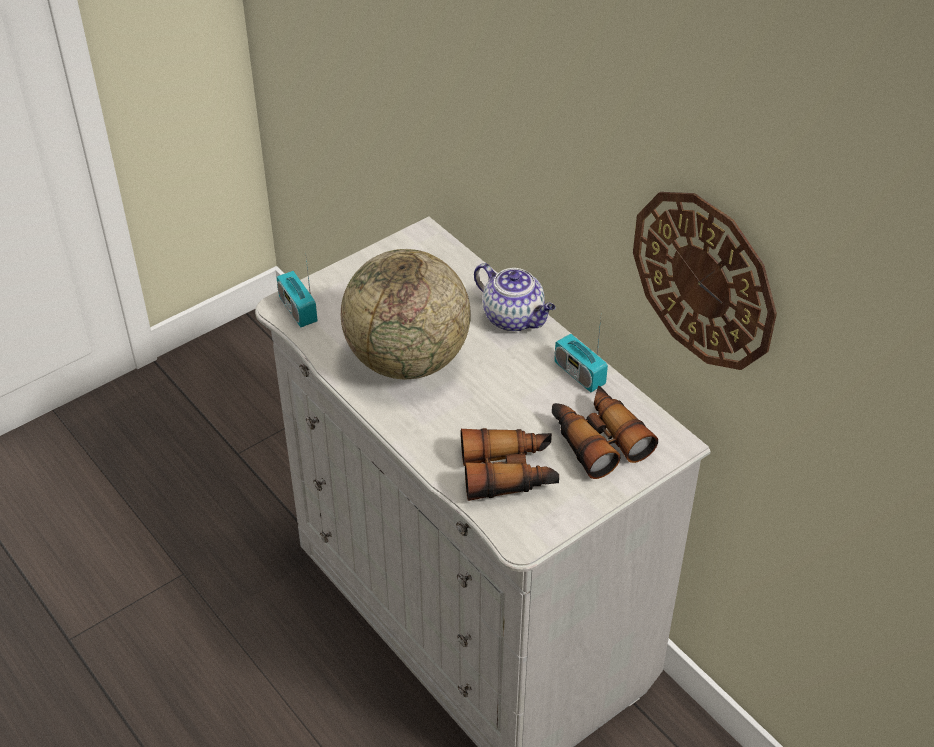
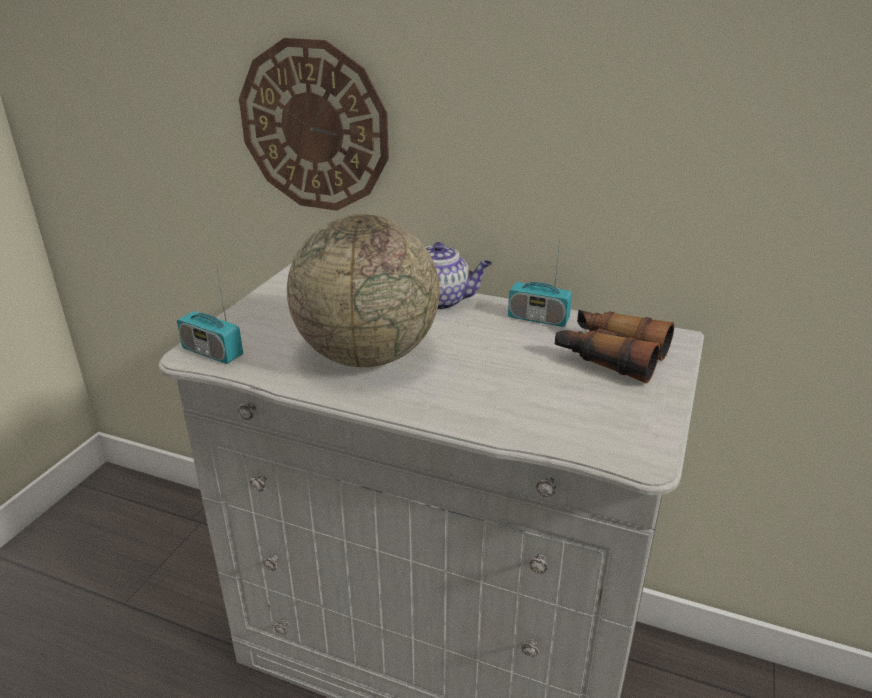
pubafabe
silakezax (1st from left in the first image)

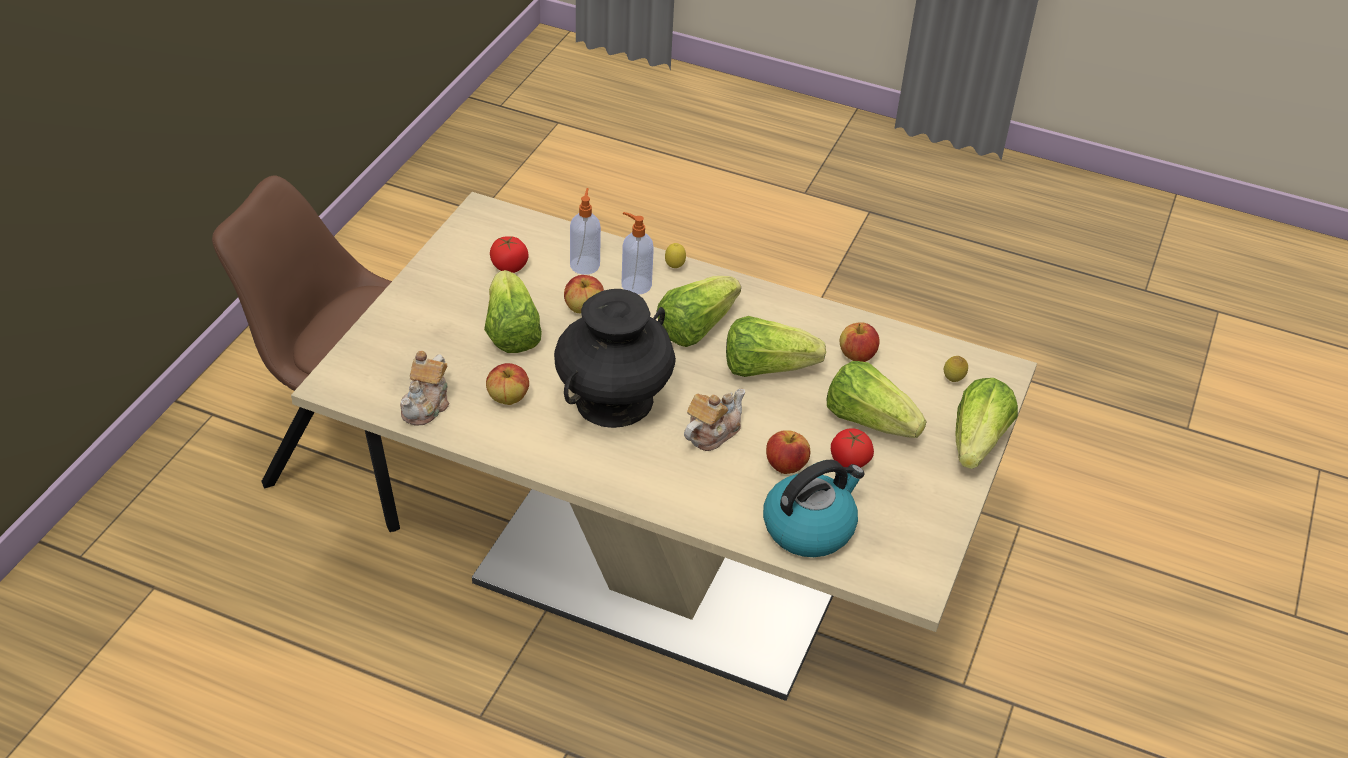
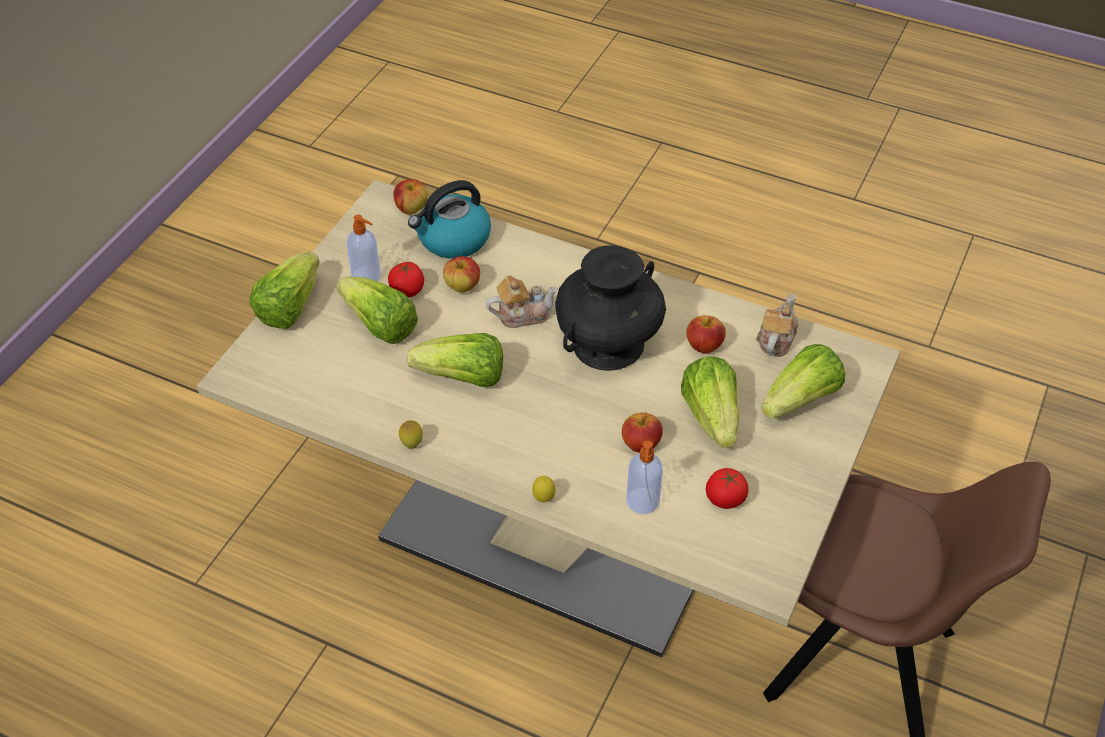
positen (1st from left)
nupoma (5th from left)
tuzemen (1st from left)
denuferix (1st from left)
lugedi (1st from left)

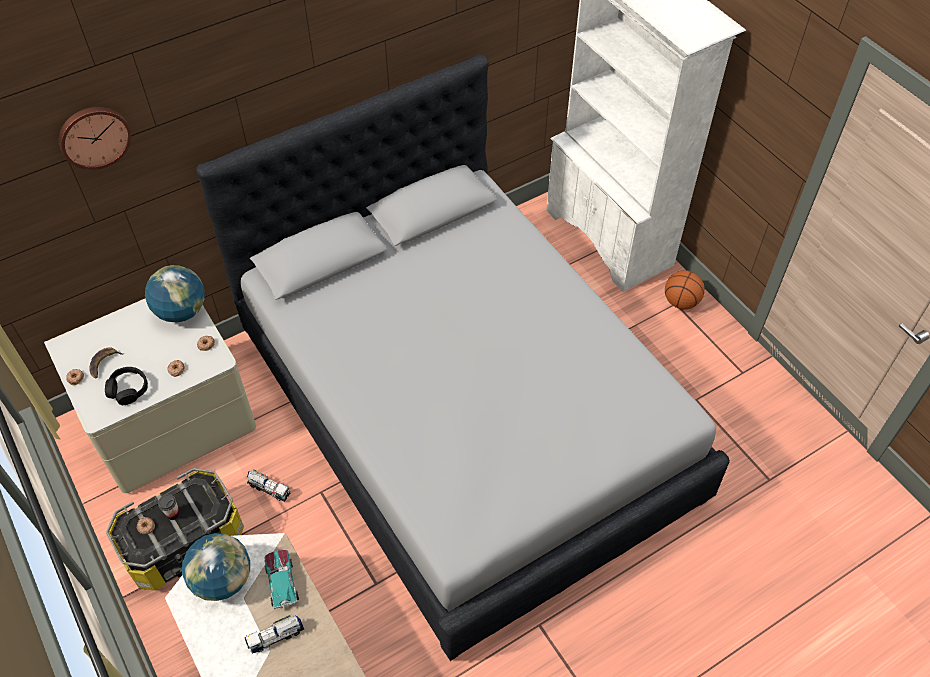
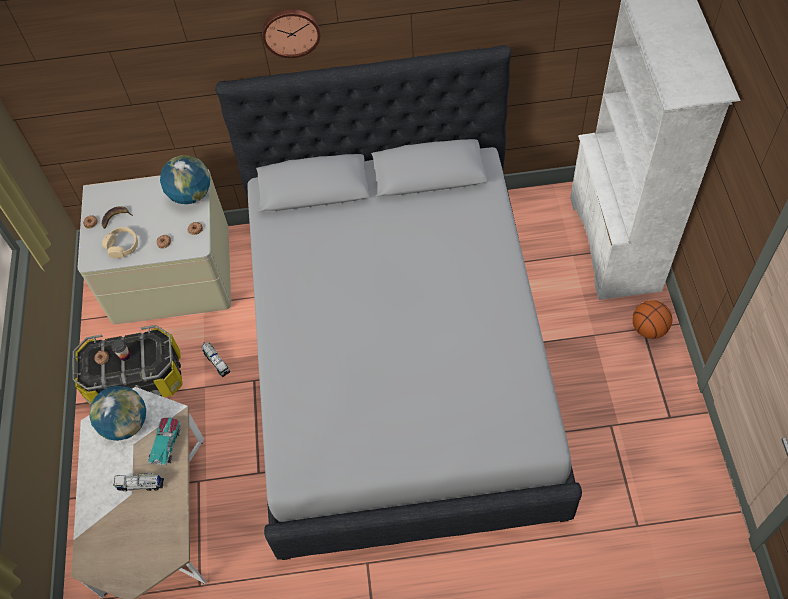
pubafabe
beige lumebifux

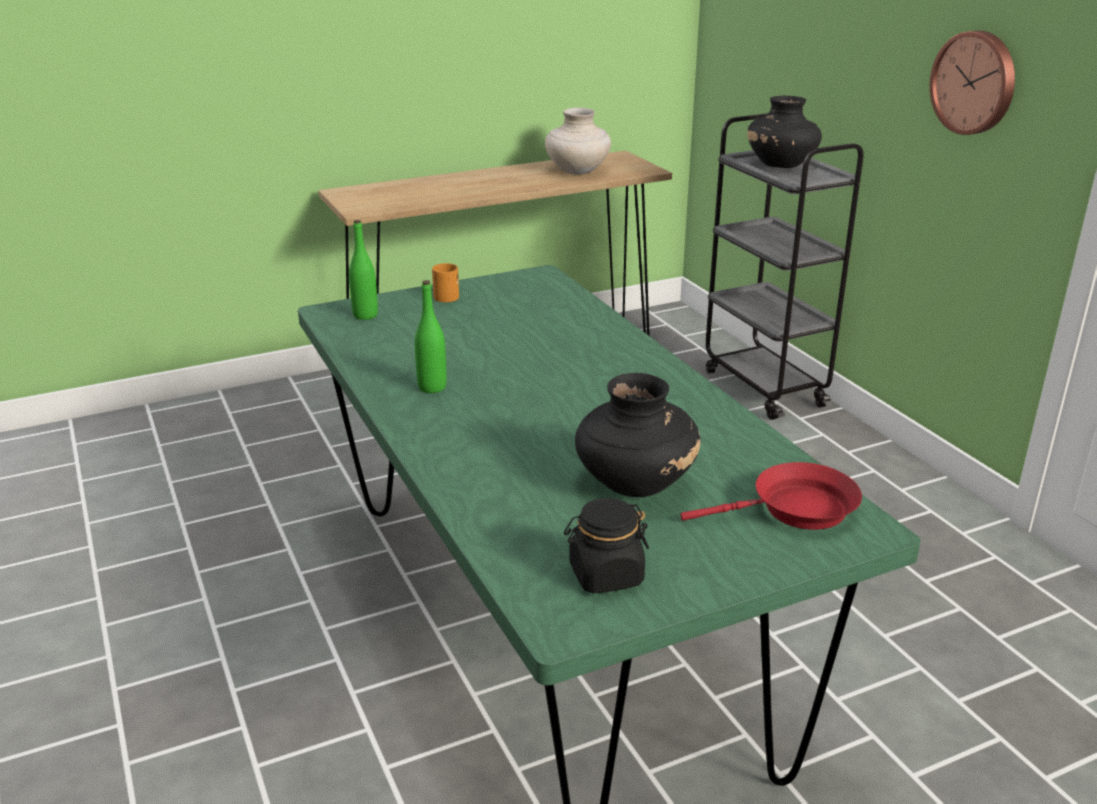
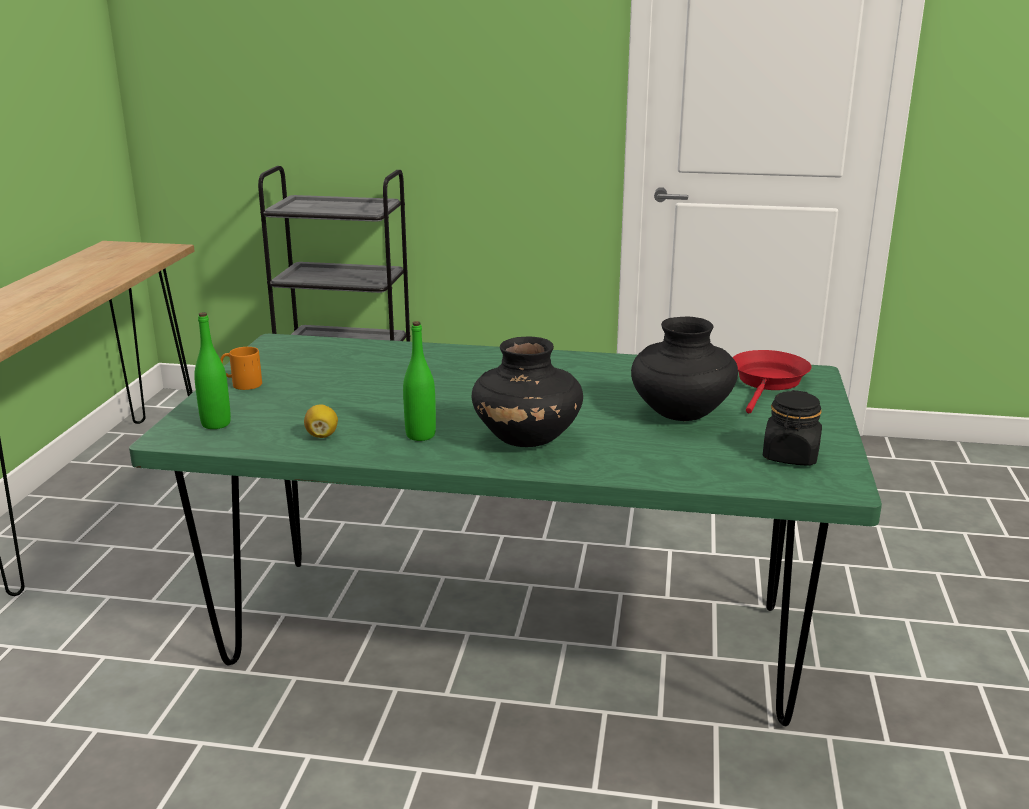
pubafabe
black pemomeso (1st from left)
beige pemomeso
denuferix

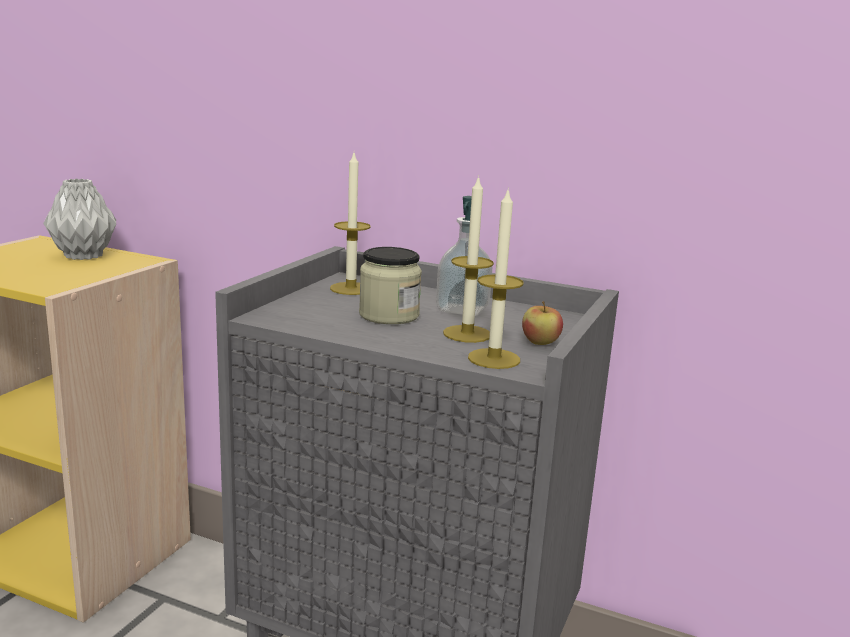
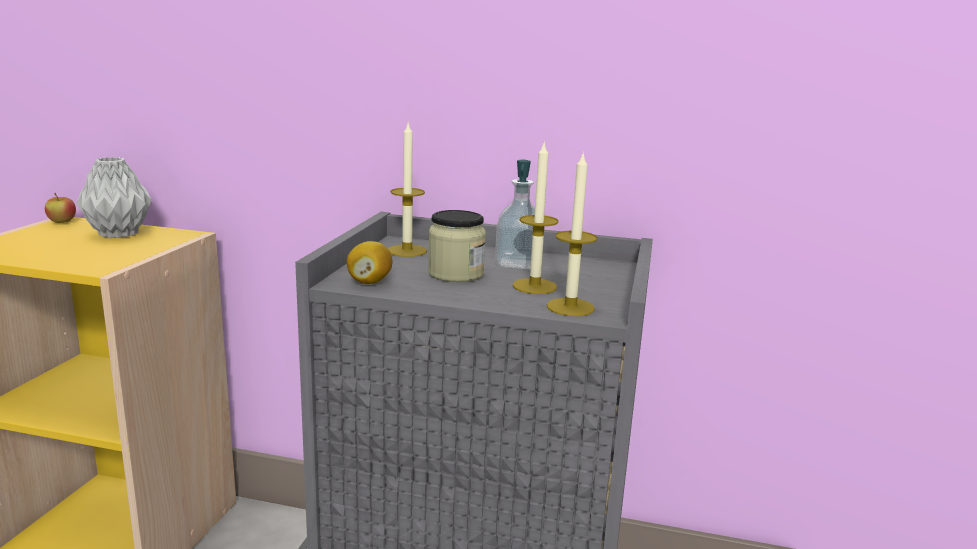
tuzemen
denuferix

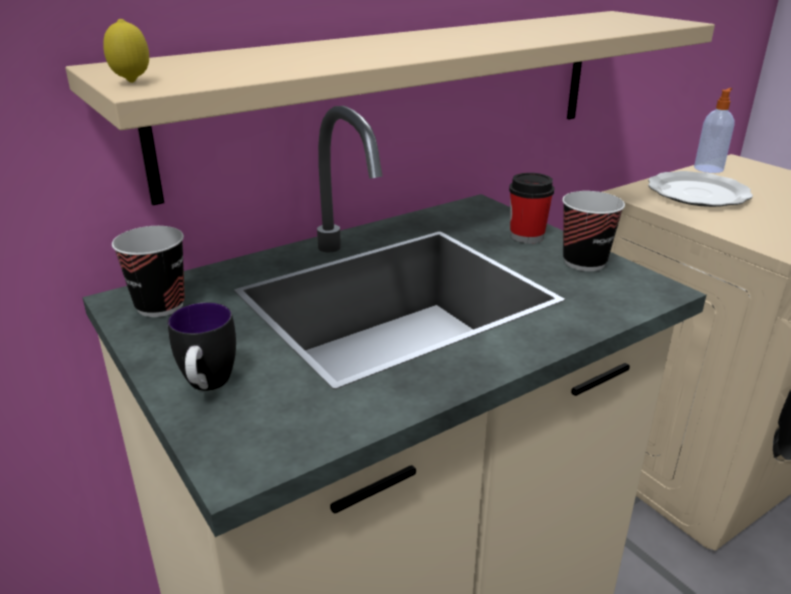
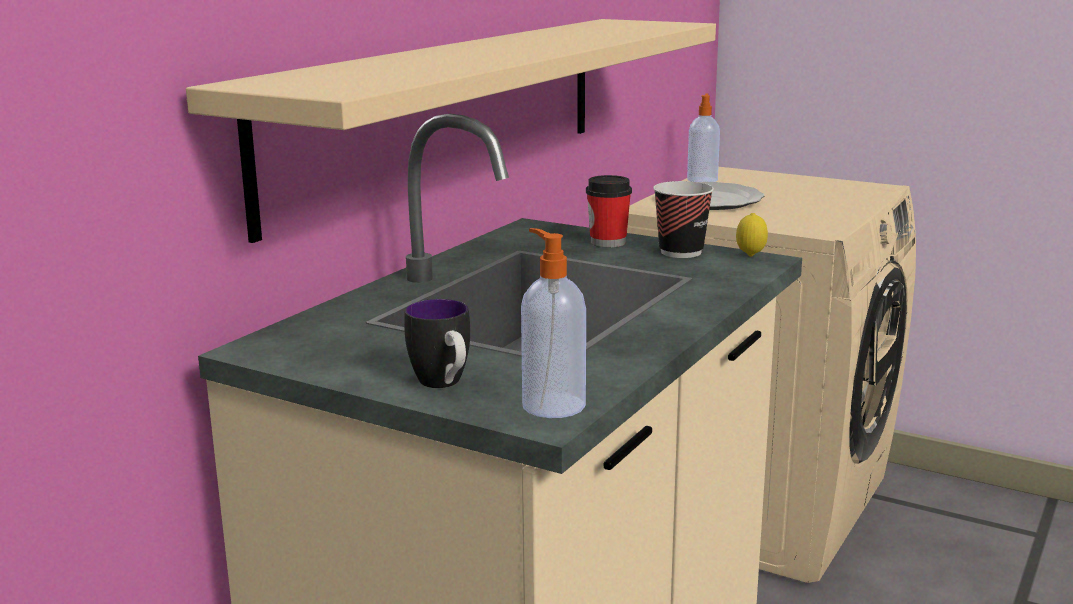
denuferix
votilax (1st from left in the first image)
positen (1st from left)

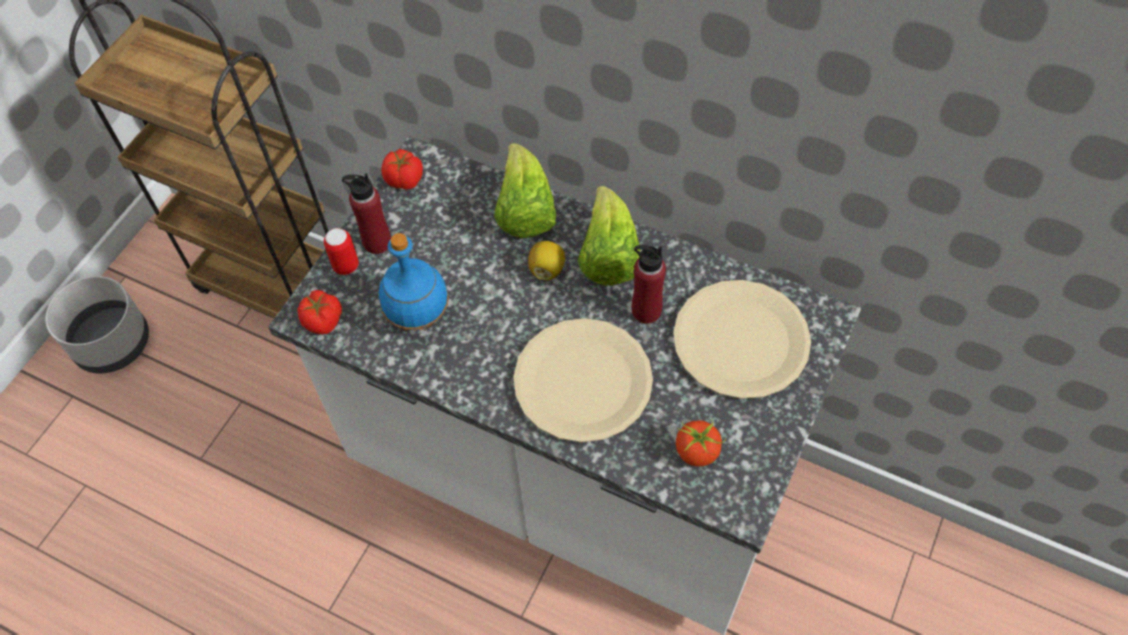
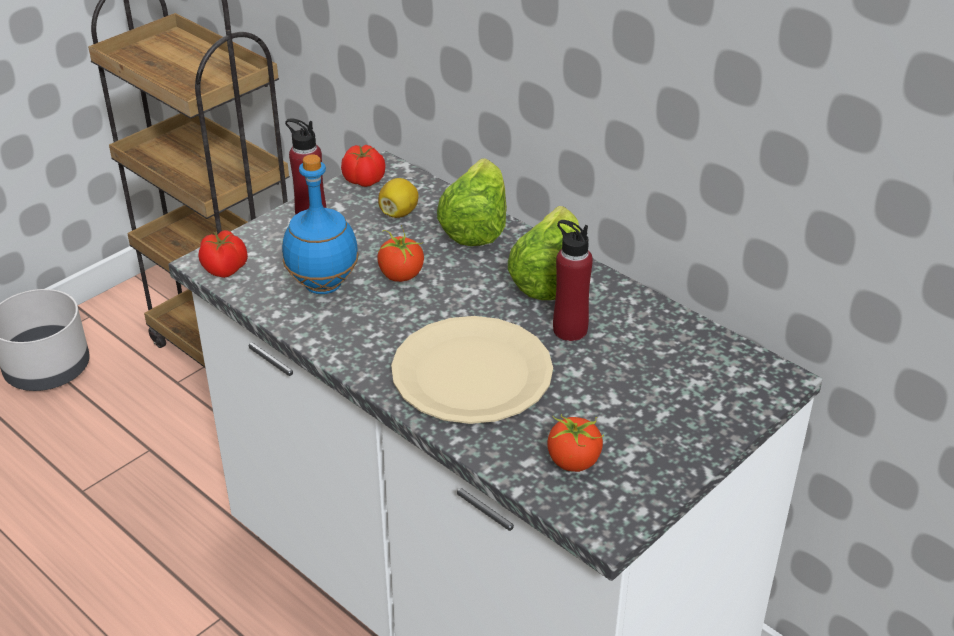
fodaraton
denuferix
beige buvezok (2nd from left in the first image)
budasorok (3rd from left)

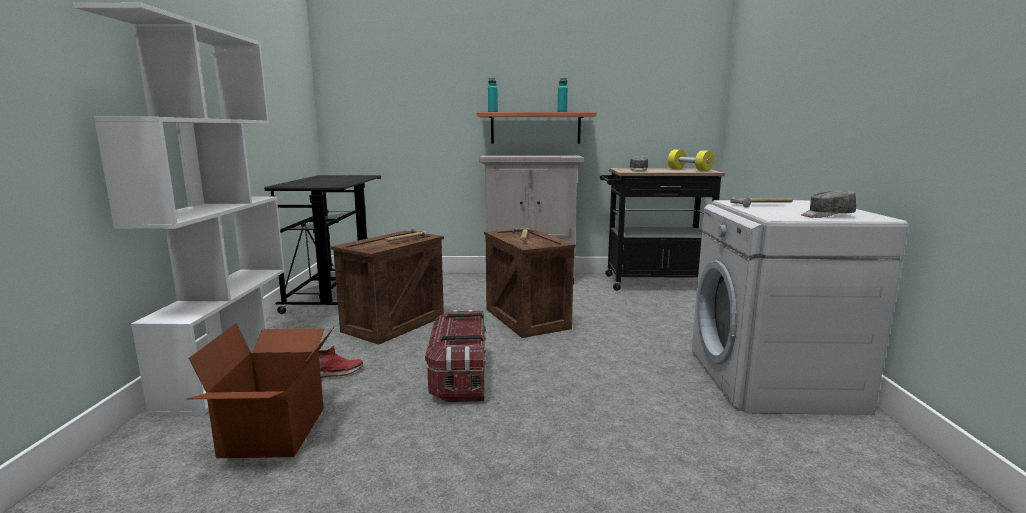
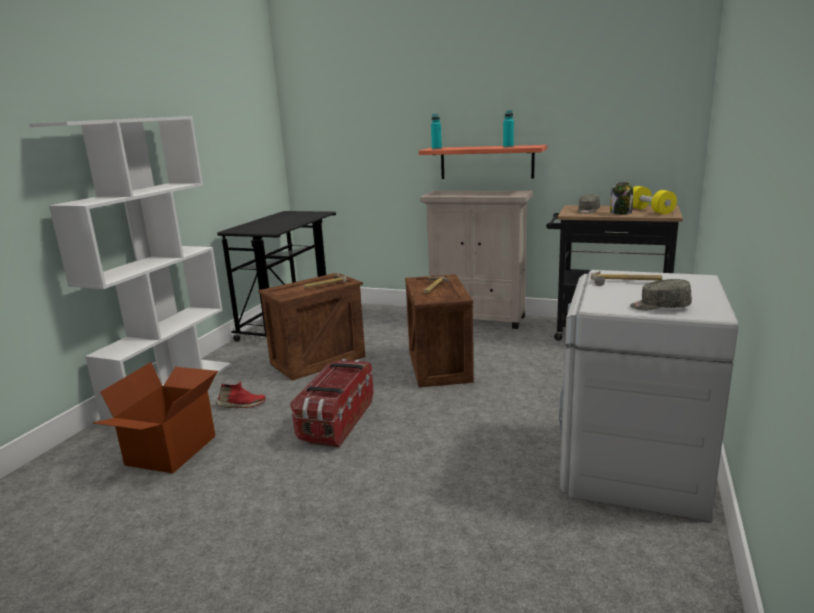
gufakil

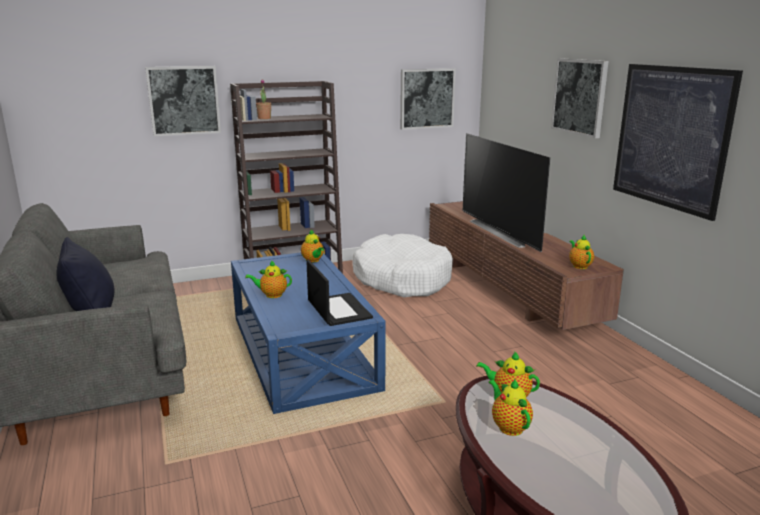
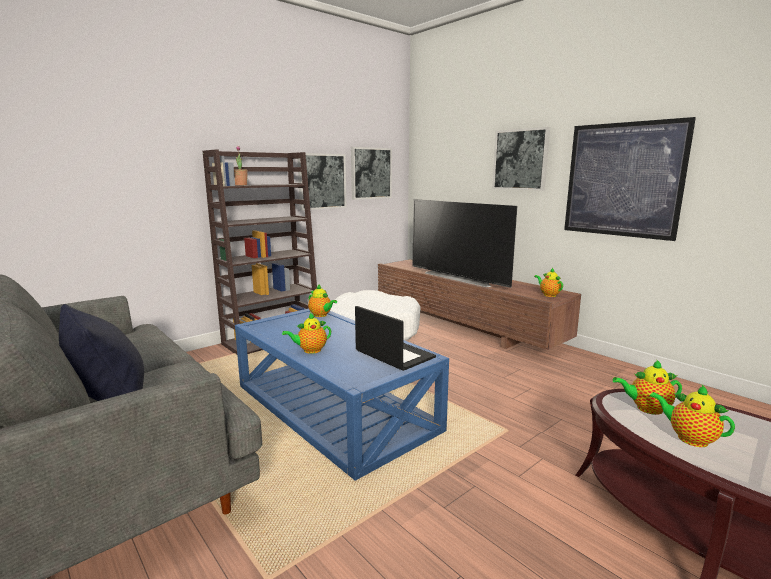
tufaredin (1st from left)

